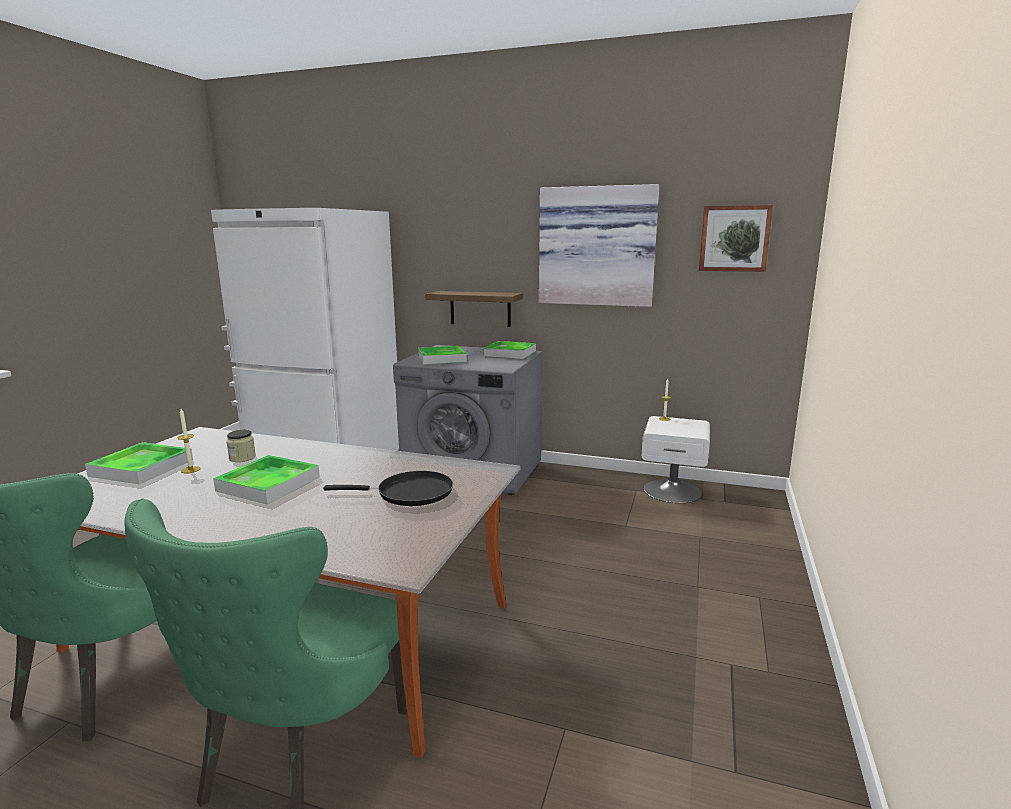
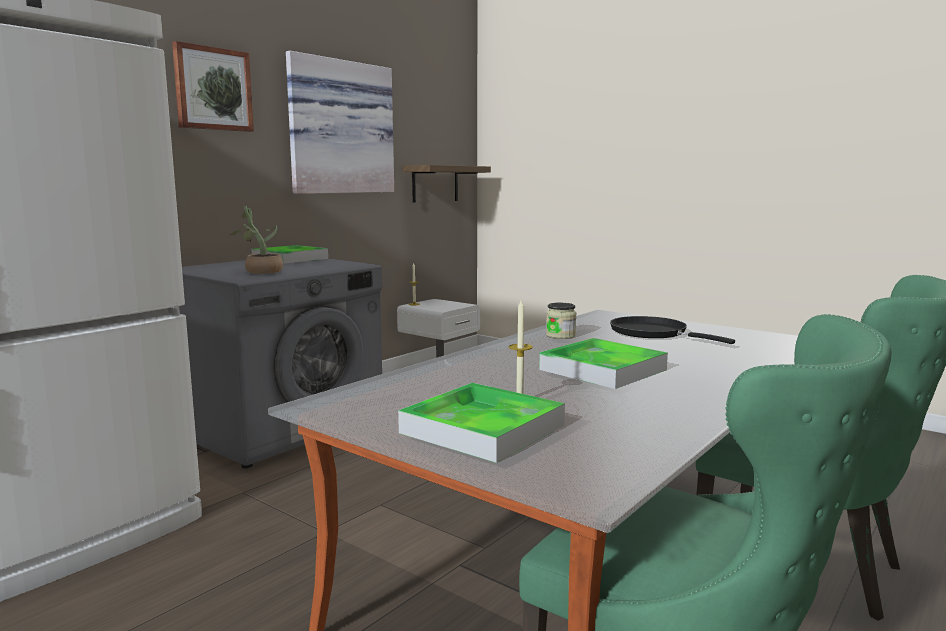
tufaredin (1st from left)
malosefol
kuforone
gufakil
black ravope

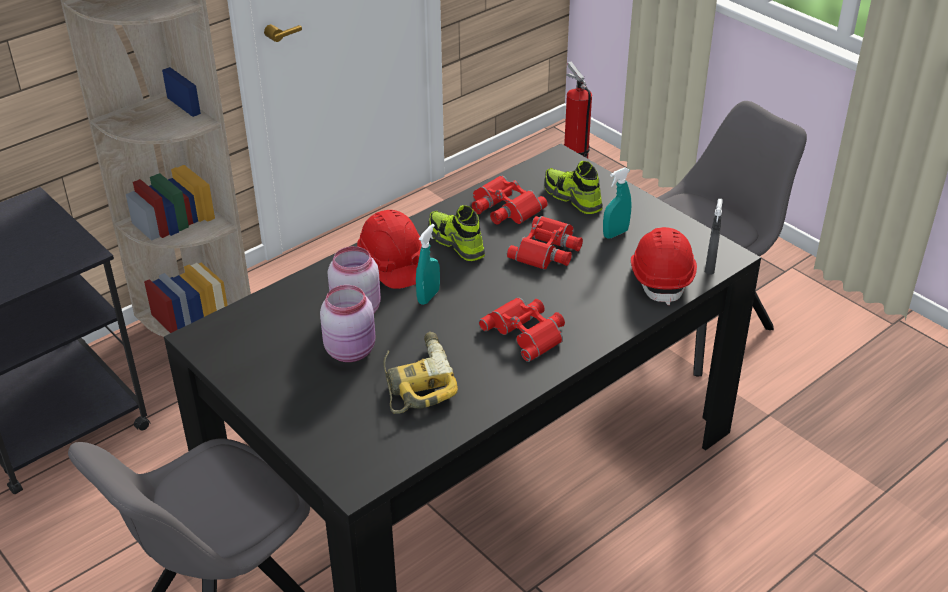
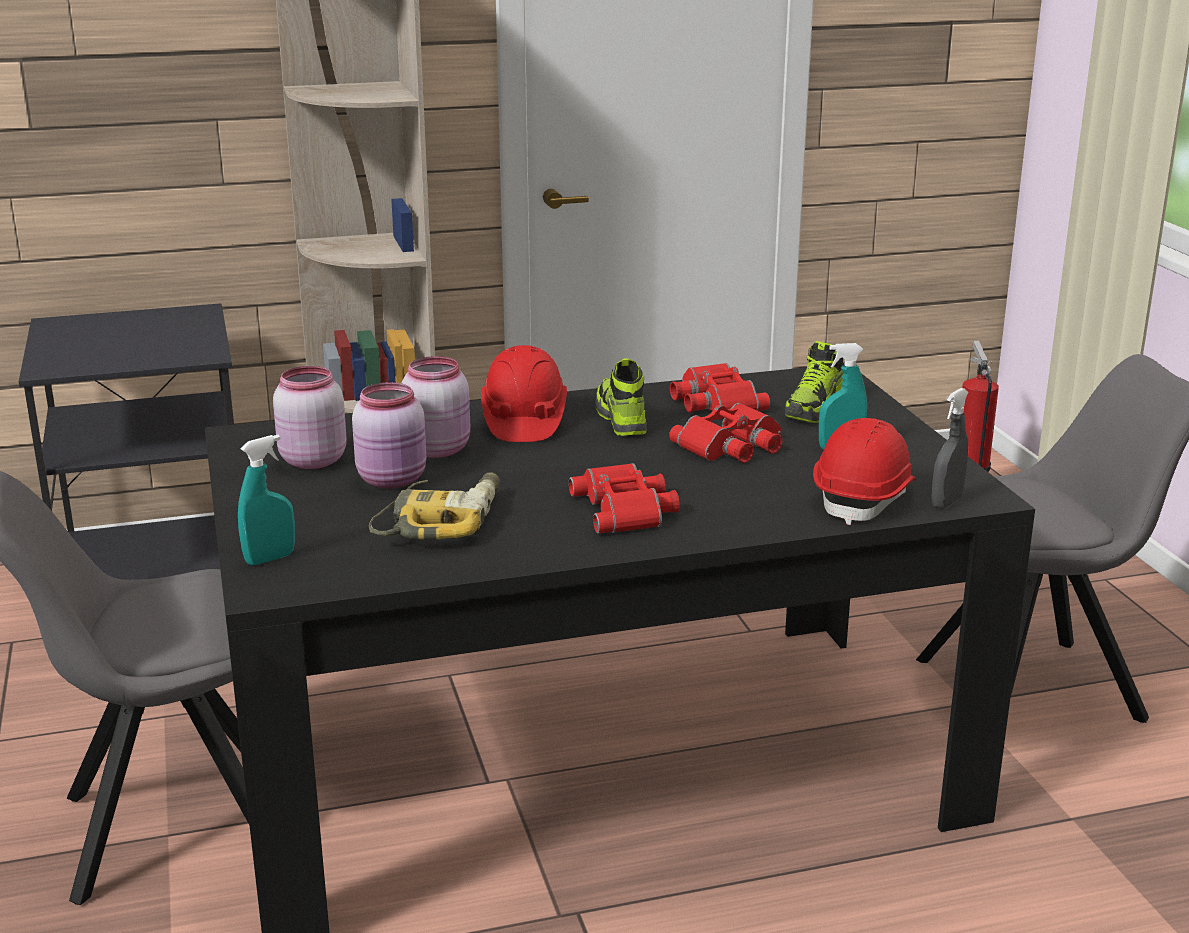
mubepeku (2nd from left)
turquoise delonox (1st from left)
pink gufakil (1st from left)

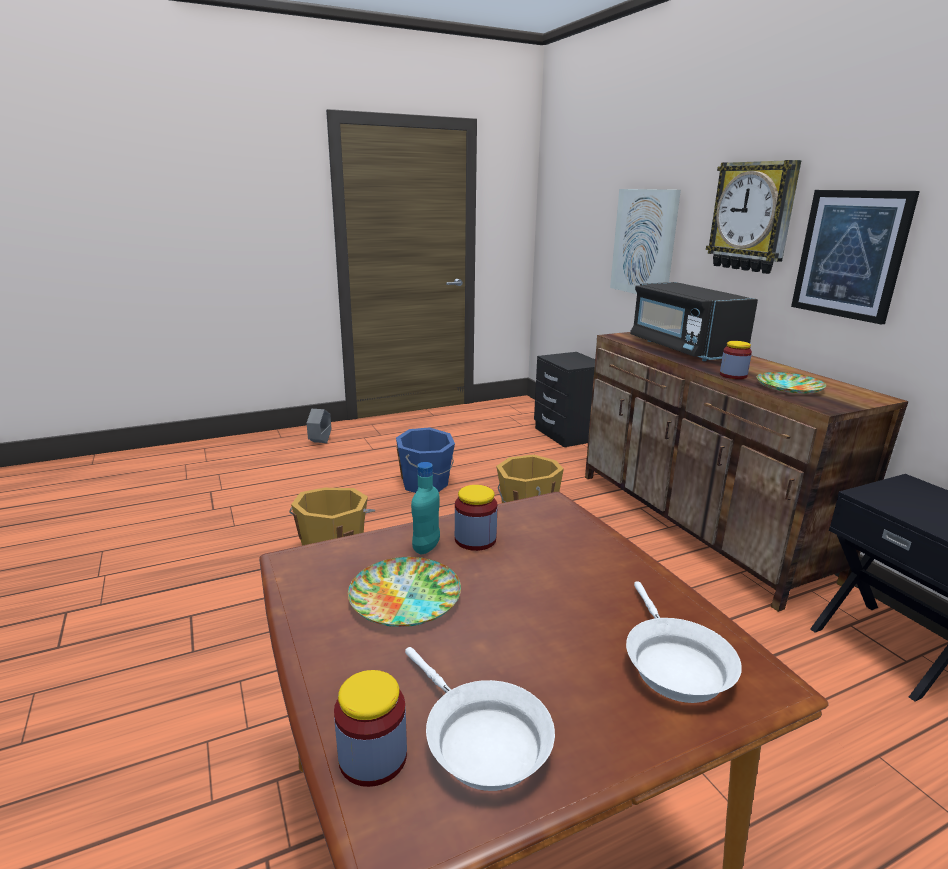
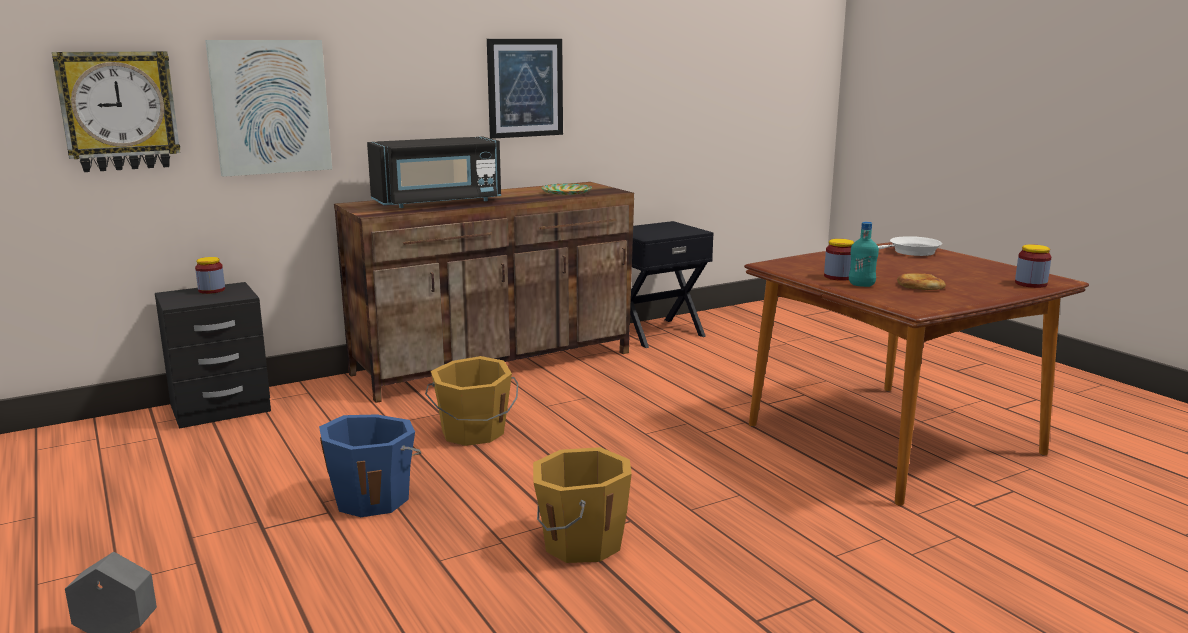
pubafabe
gufakil (1st from left)
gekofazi
white ravope (1st from left in the first image)

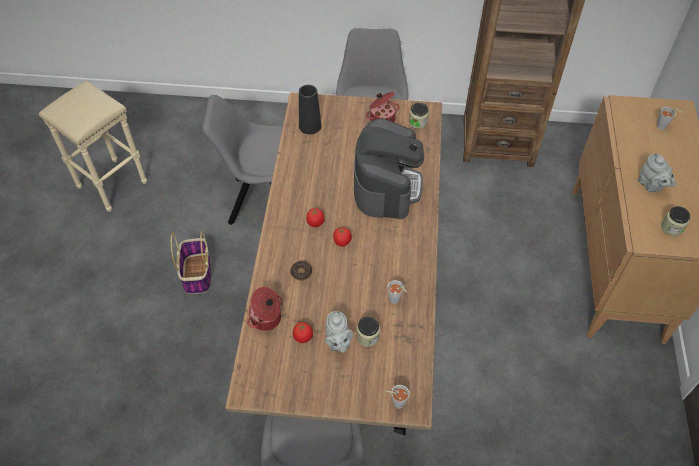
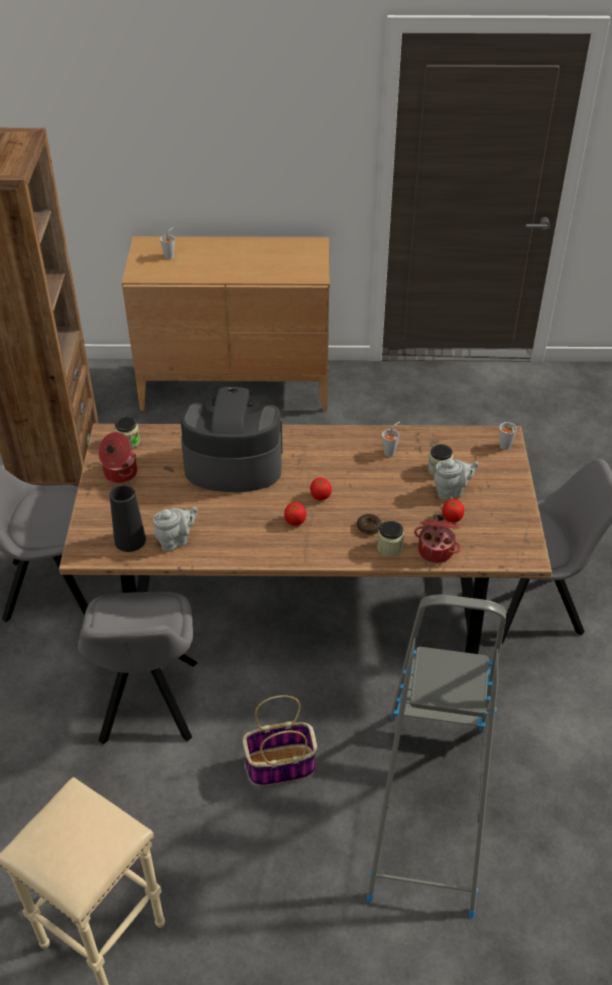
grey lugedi (1st from left)
gufakil (2nd from left)
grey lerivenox

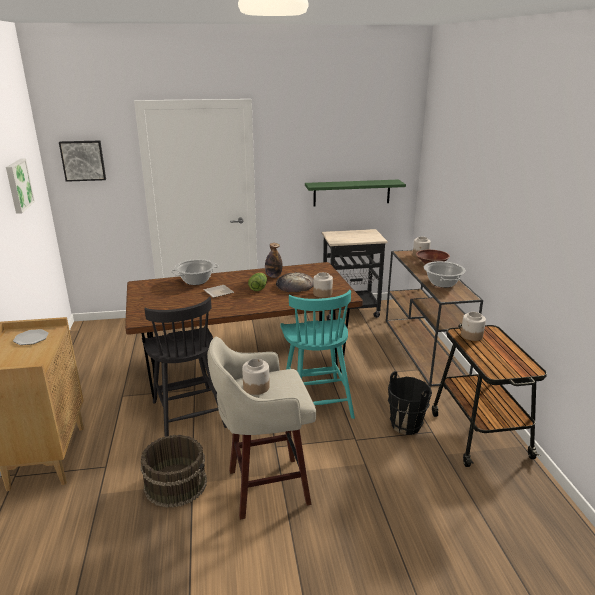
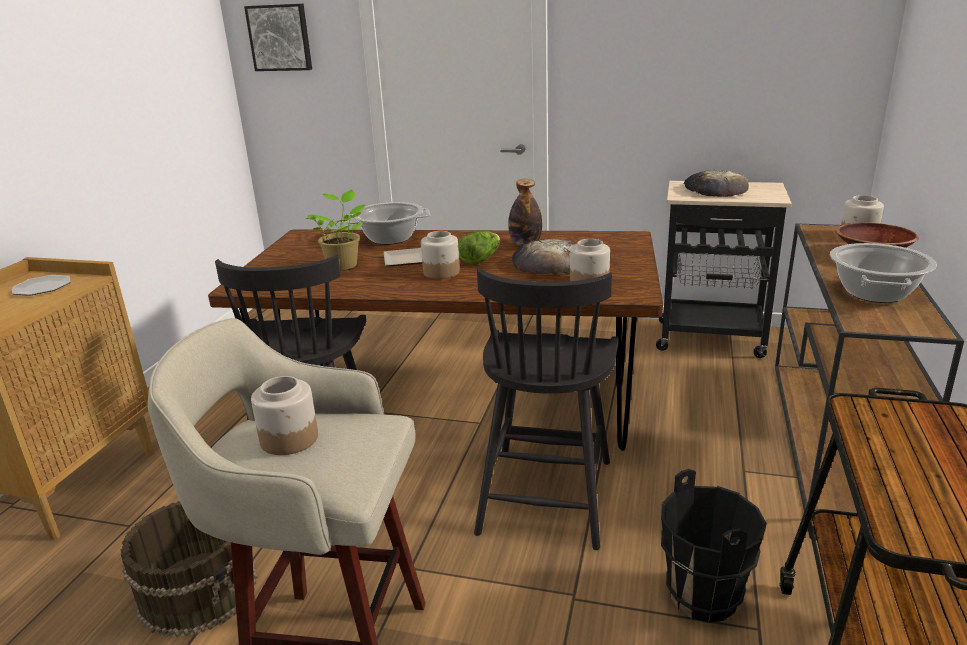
tufaredin (1st from left in the first image)
green malosefol
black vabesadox (2nd from left)
gufakil (2nd from left)
gekofazi (2nd from left)
kuforone

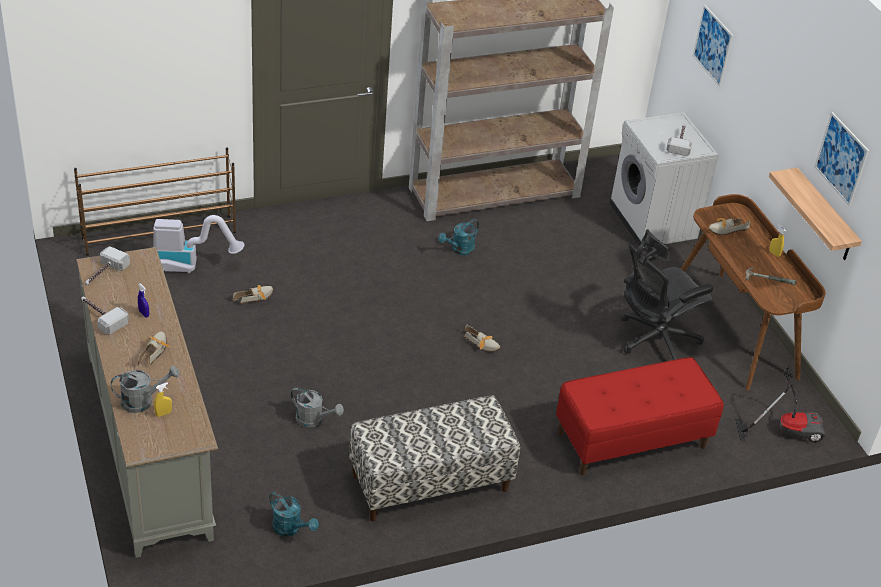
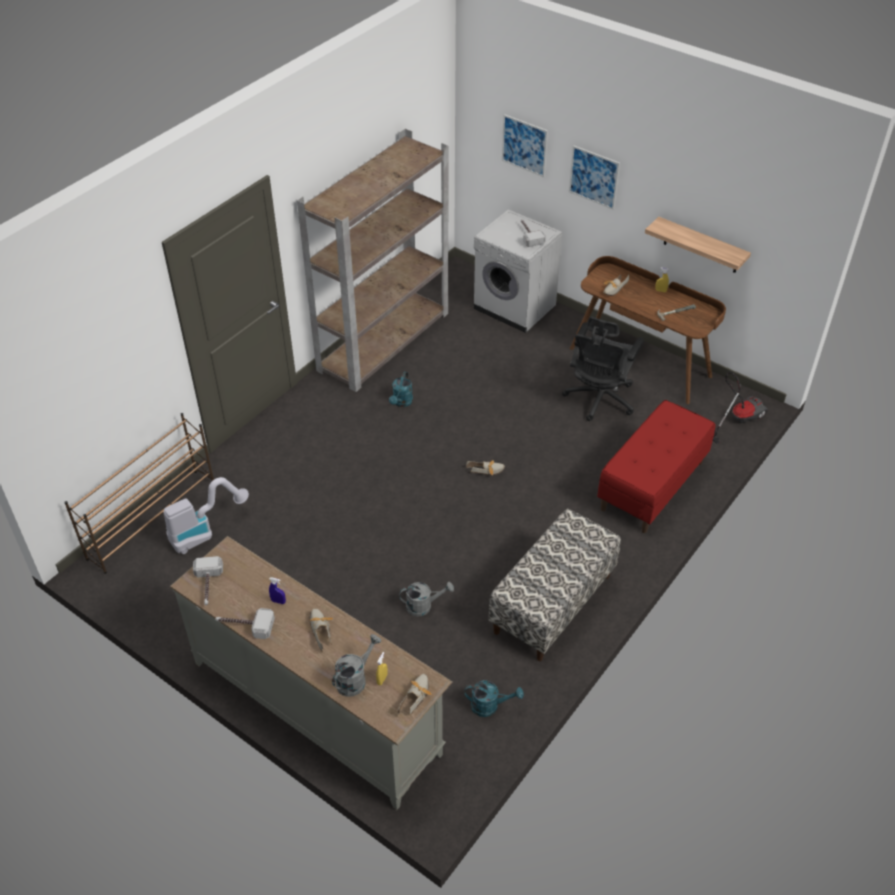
tufaredin (2nd from left)
mubepeku (2nd from left)

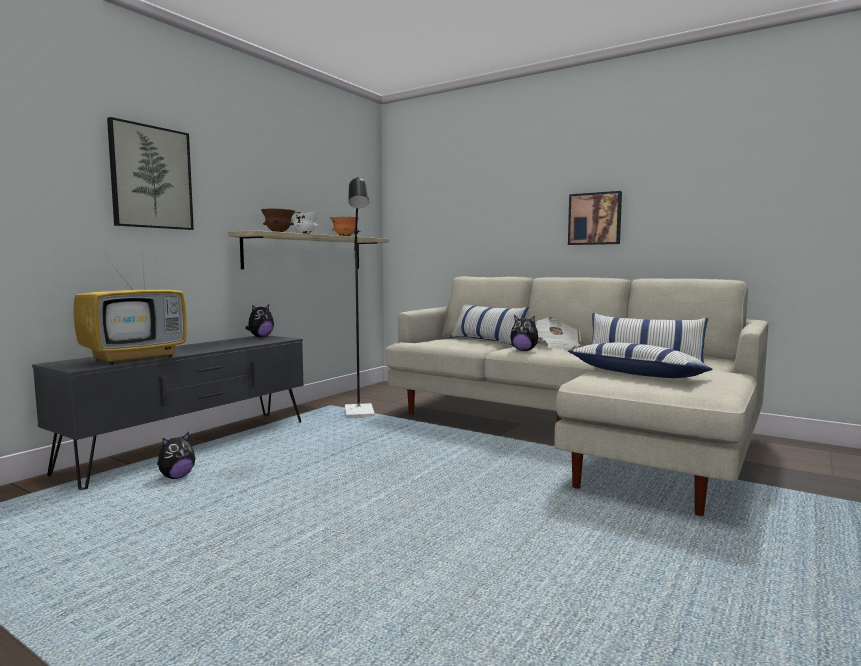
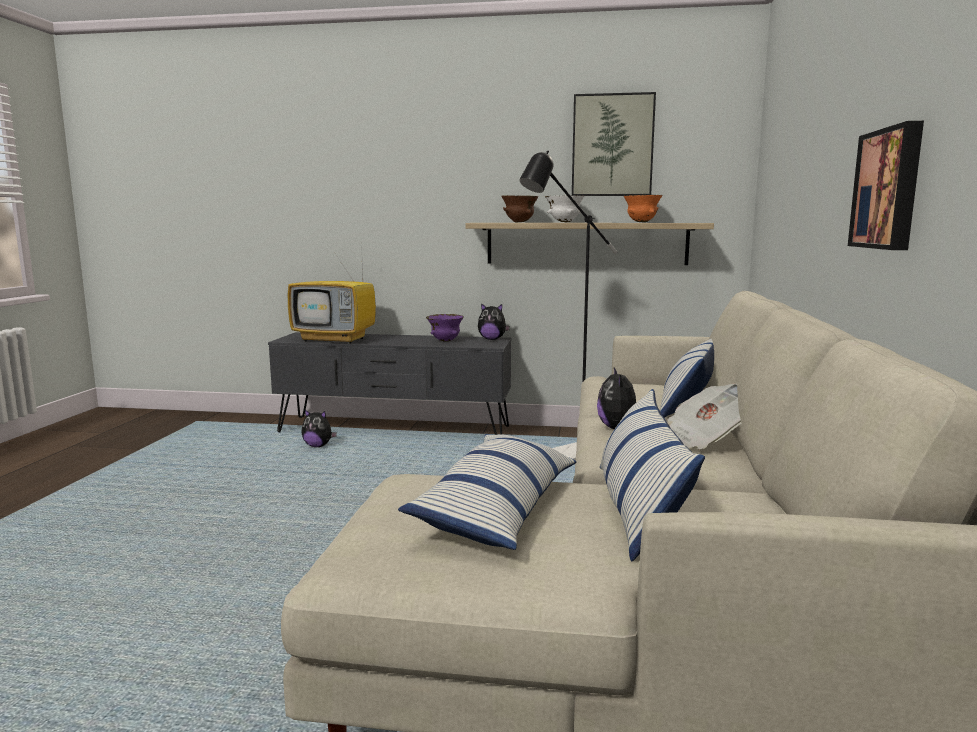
tufaredin (1st from left)
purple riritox

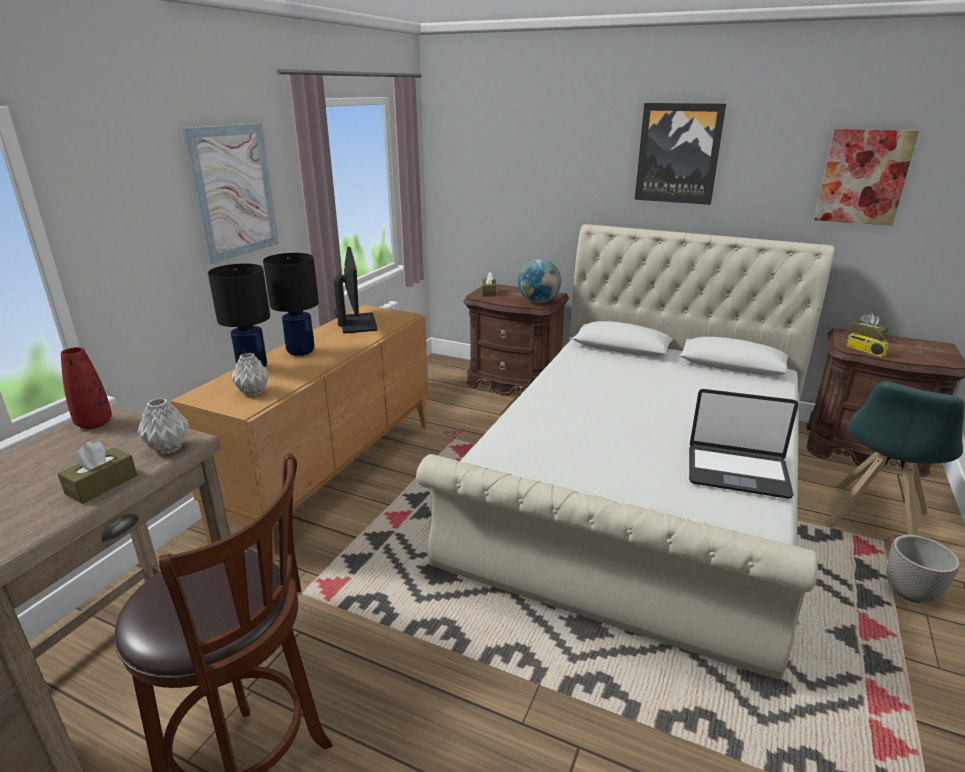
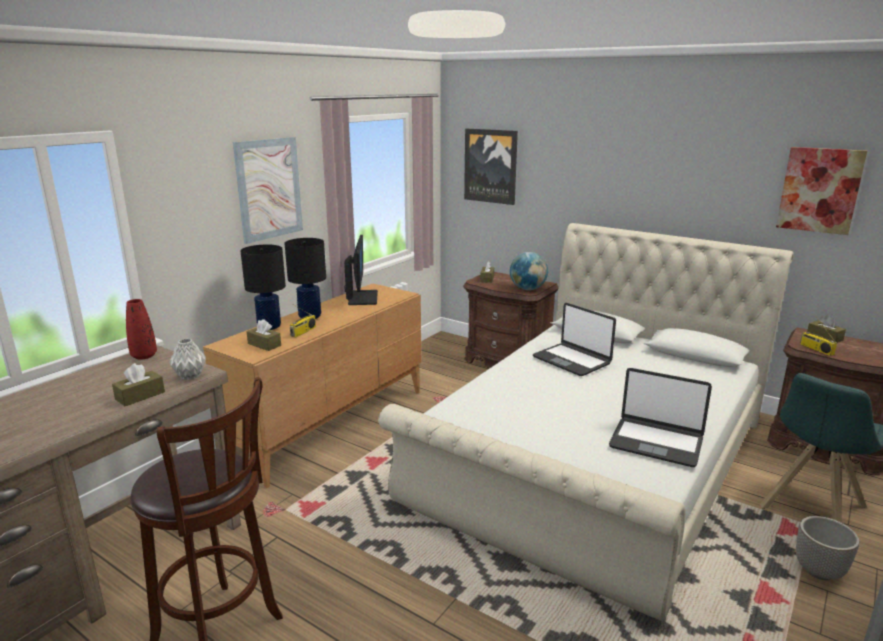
tufaredin (2nd from left)
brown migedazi (2nd from left)
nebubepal (1st from left)
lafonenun (1st from left)

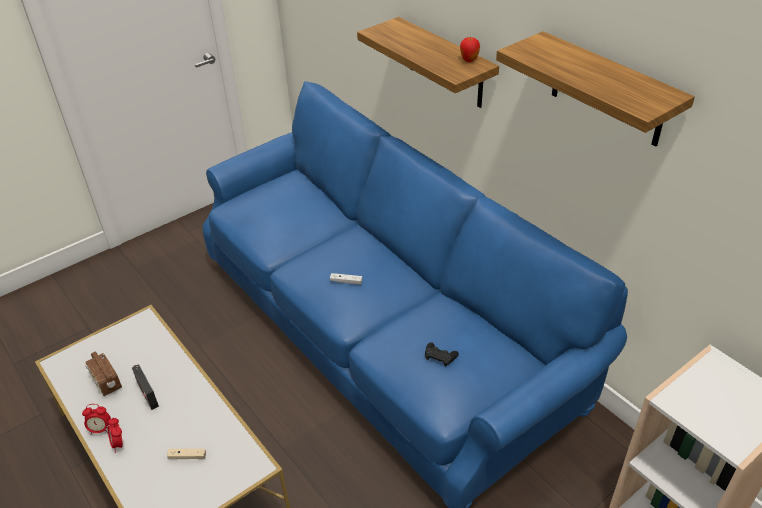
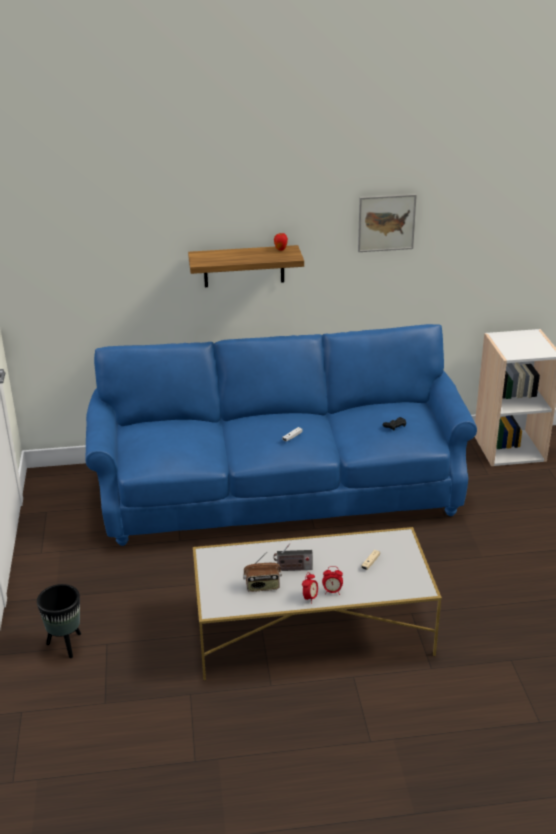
tufaredin
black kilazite

